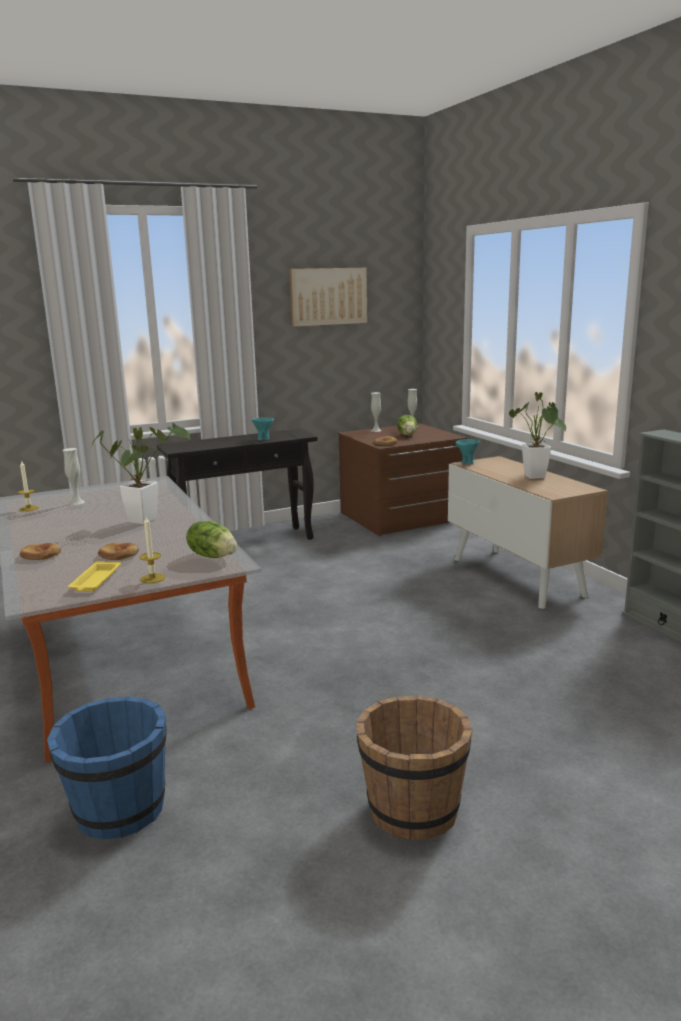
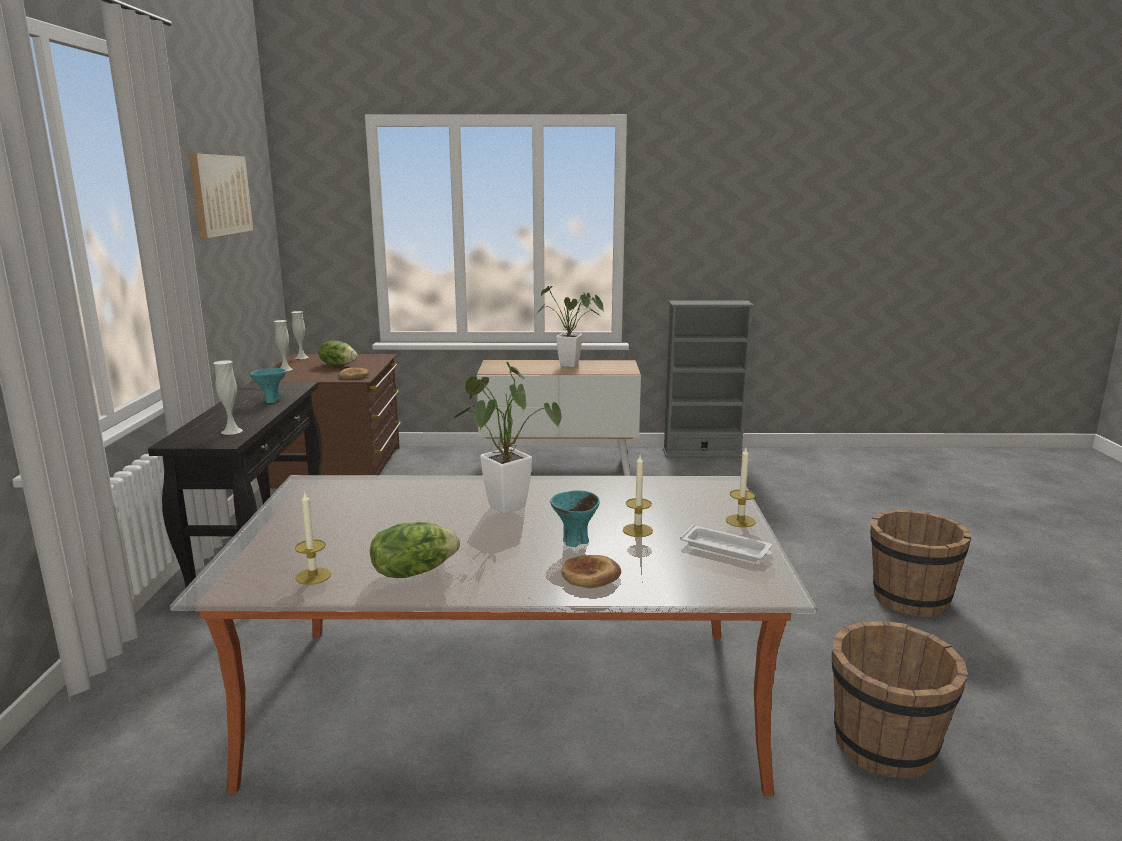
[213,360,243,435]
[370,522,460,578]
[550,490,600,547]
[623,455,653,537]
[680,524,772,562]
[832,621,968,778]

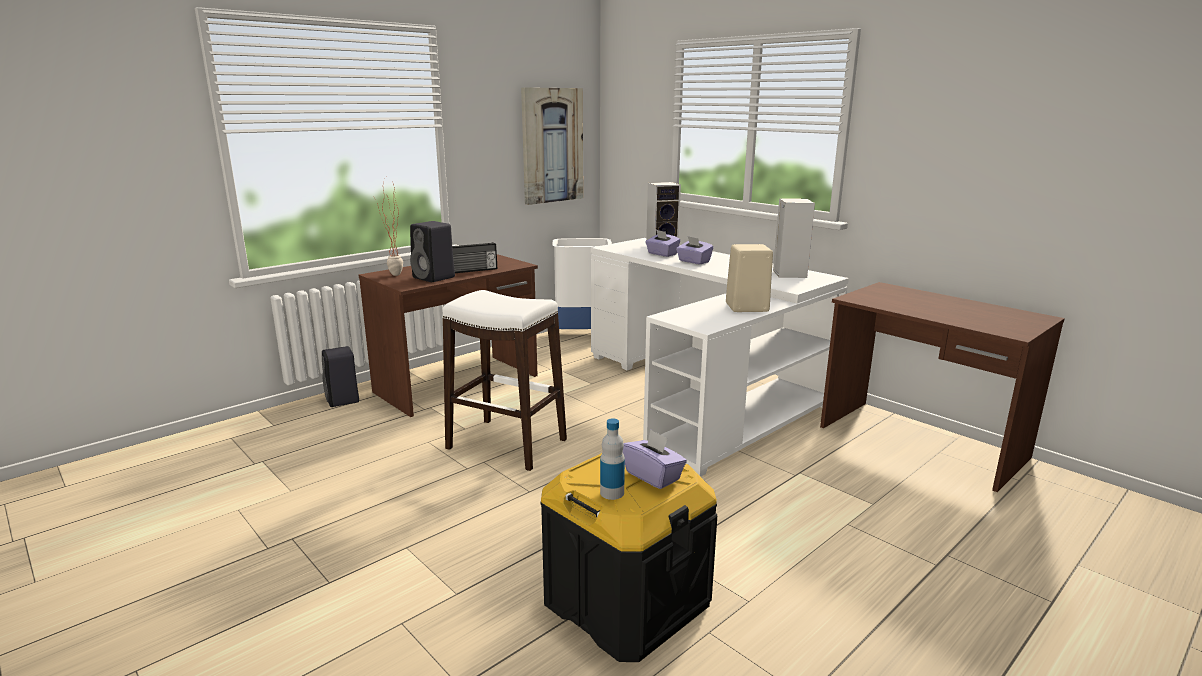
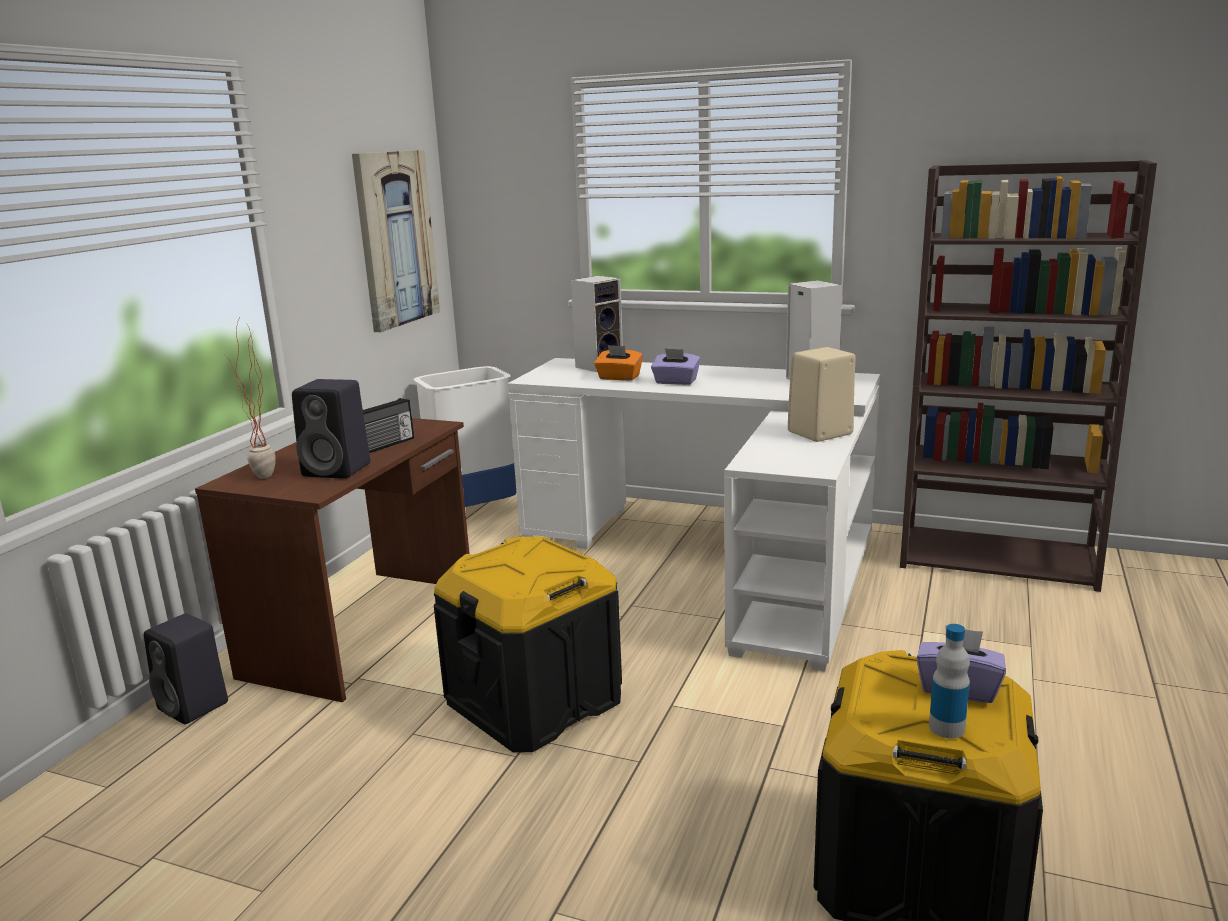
[434,536,622,752]
[594,345,643,381]
[900,160,1157,592]

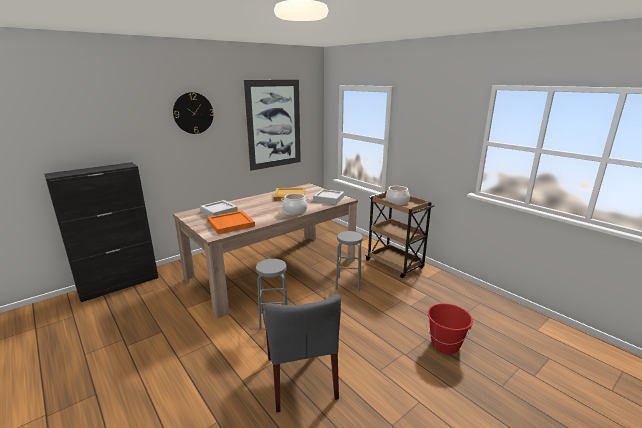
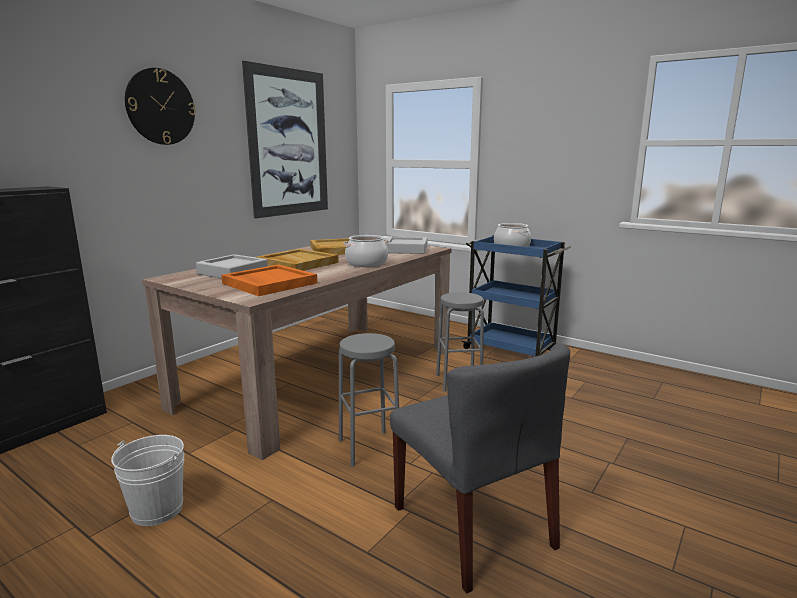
[111,435,184,526]
[256,249,339,271]
[461,235,571,357]
[426,303,473,354] (first image)

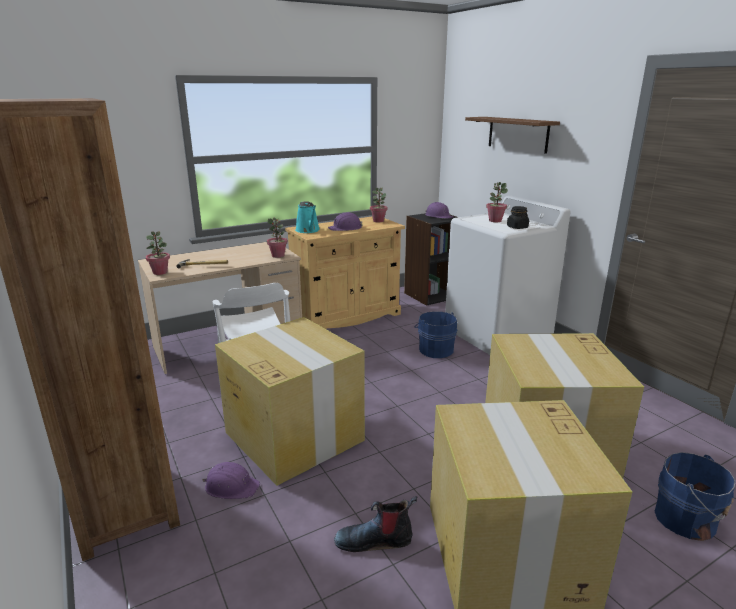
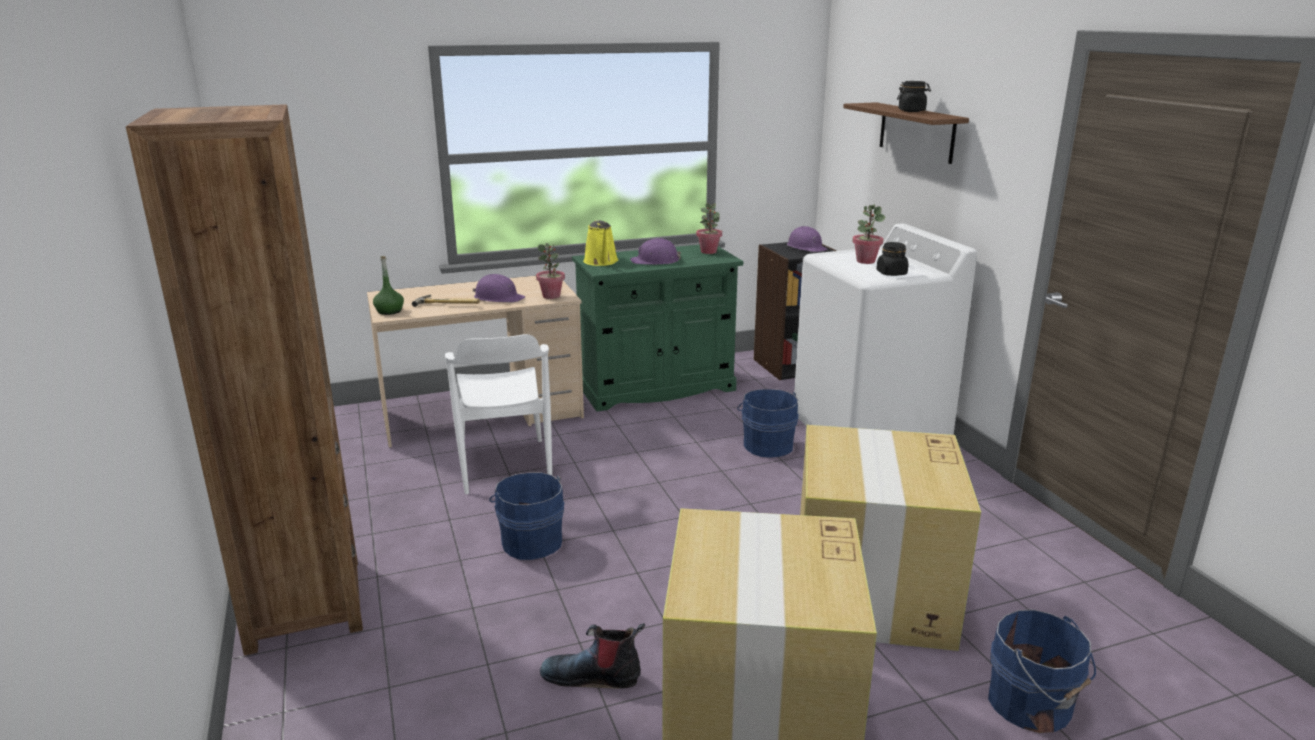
[373,256,404,315]
[473,274,525,303]
[489,472,564,560]
[572,245,743,412]
[583,220,618,266]
[897,81,931,112]

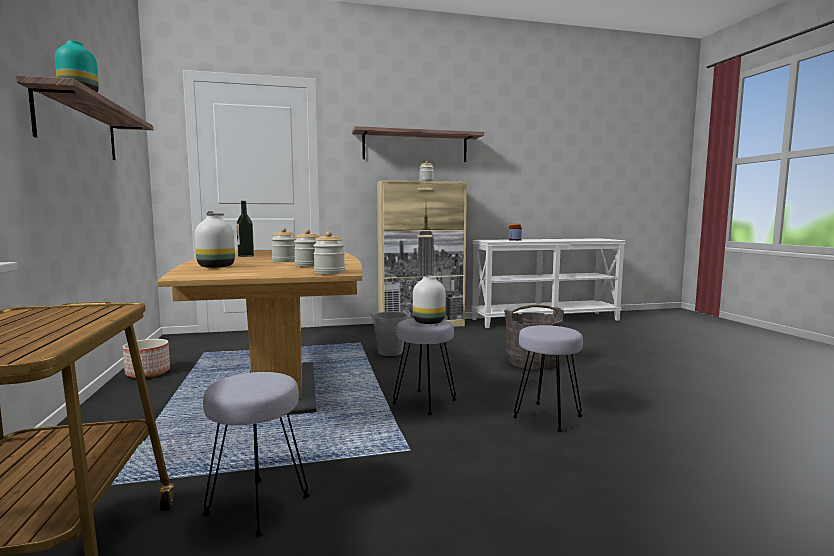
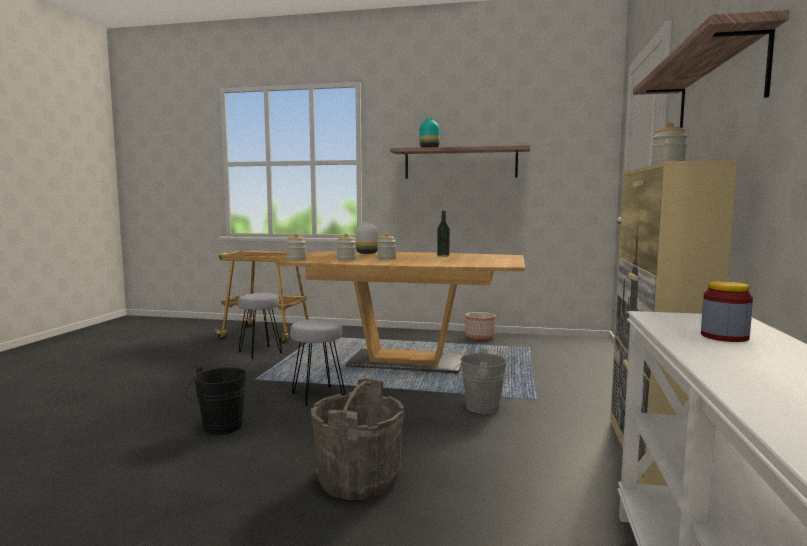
[185,367,247,435]
[413,276,446,324] (first image)

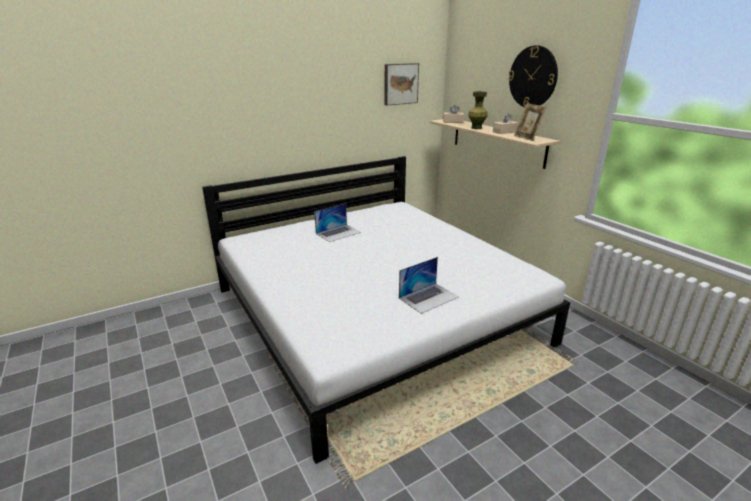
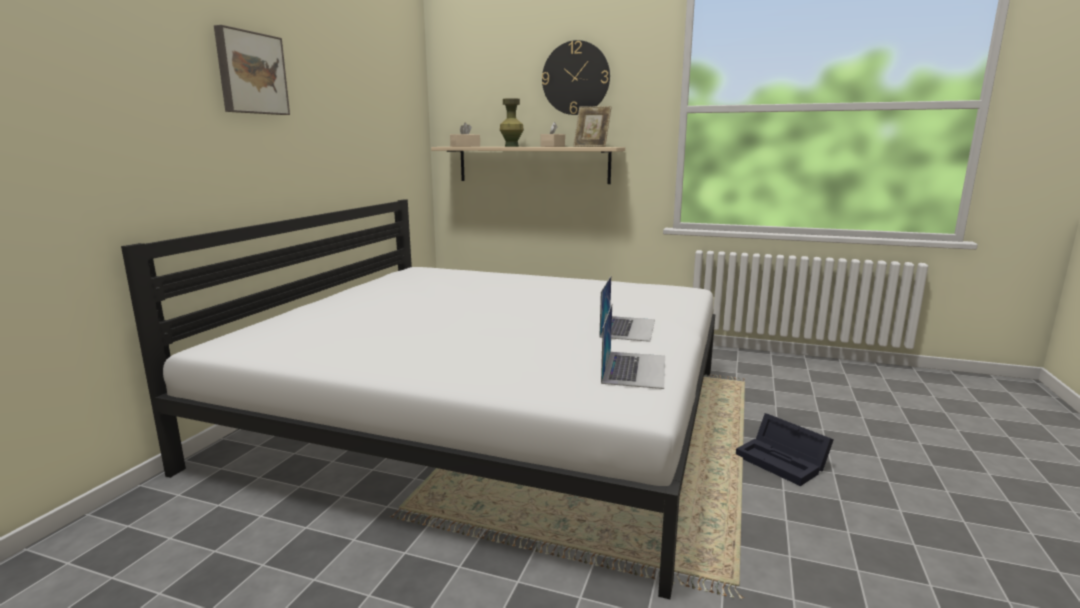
[214,25,290,115]
[601,304,665,389]
[736,413,834,486]

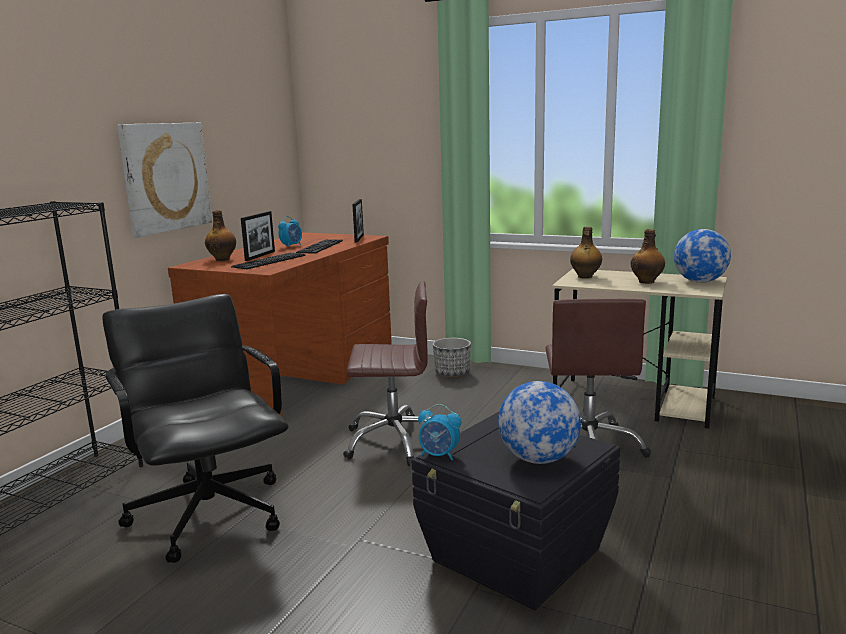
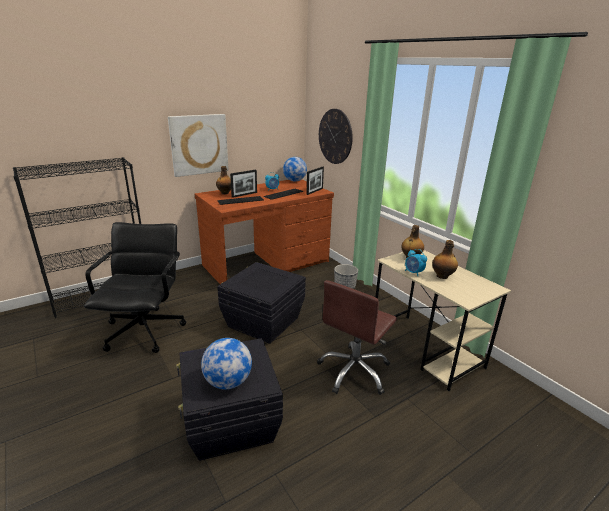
[217,262,306,344]
[283,157,307,181]
[319,109,353,164]
[405,249,427,276]

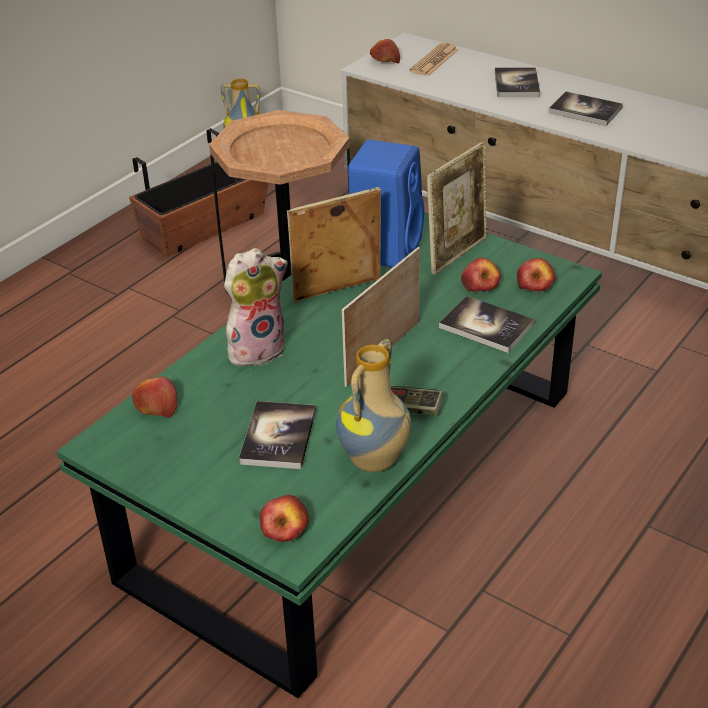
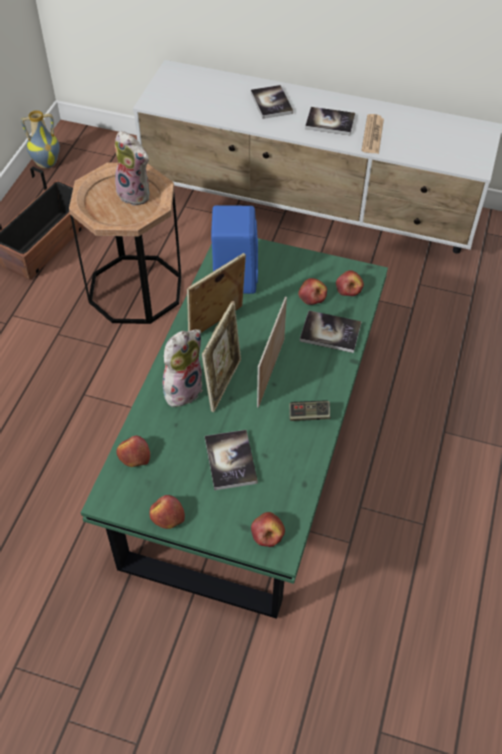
[115,131,150,206]
[149,495,185,529]
[202,301,241,412]
[361,114,384,154]
[336,339,411,472] (first image)

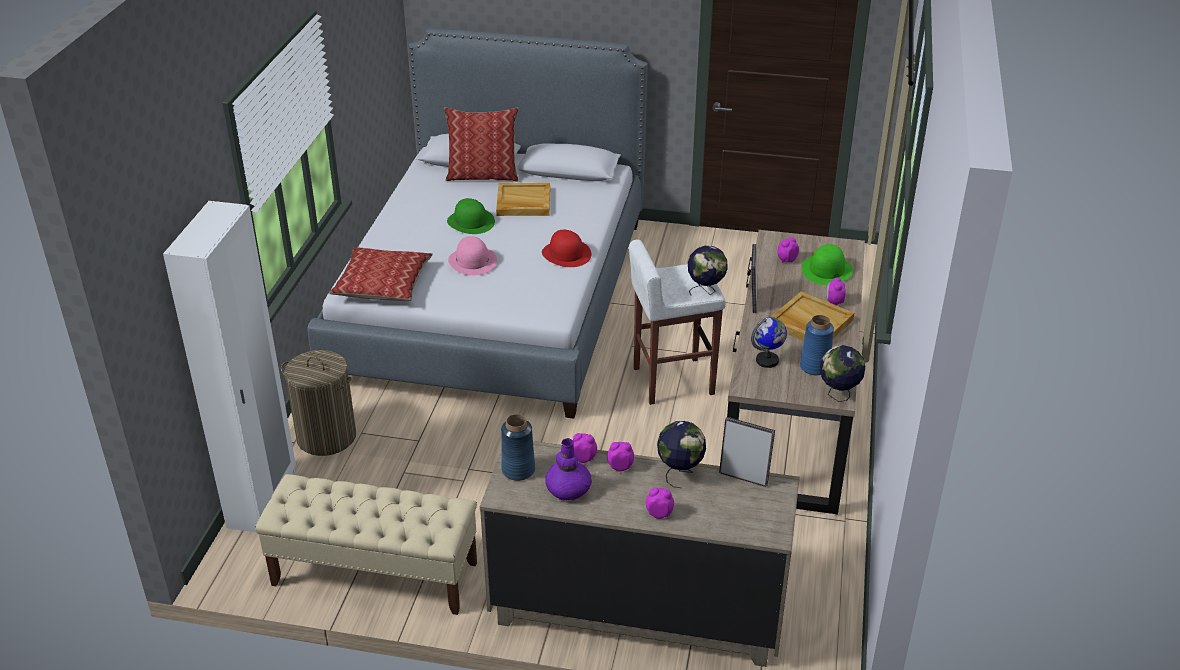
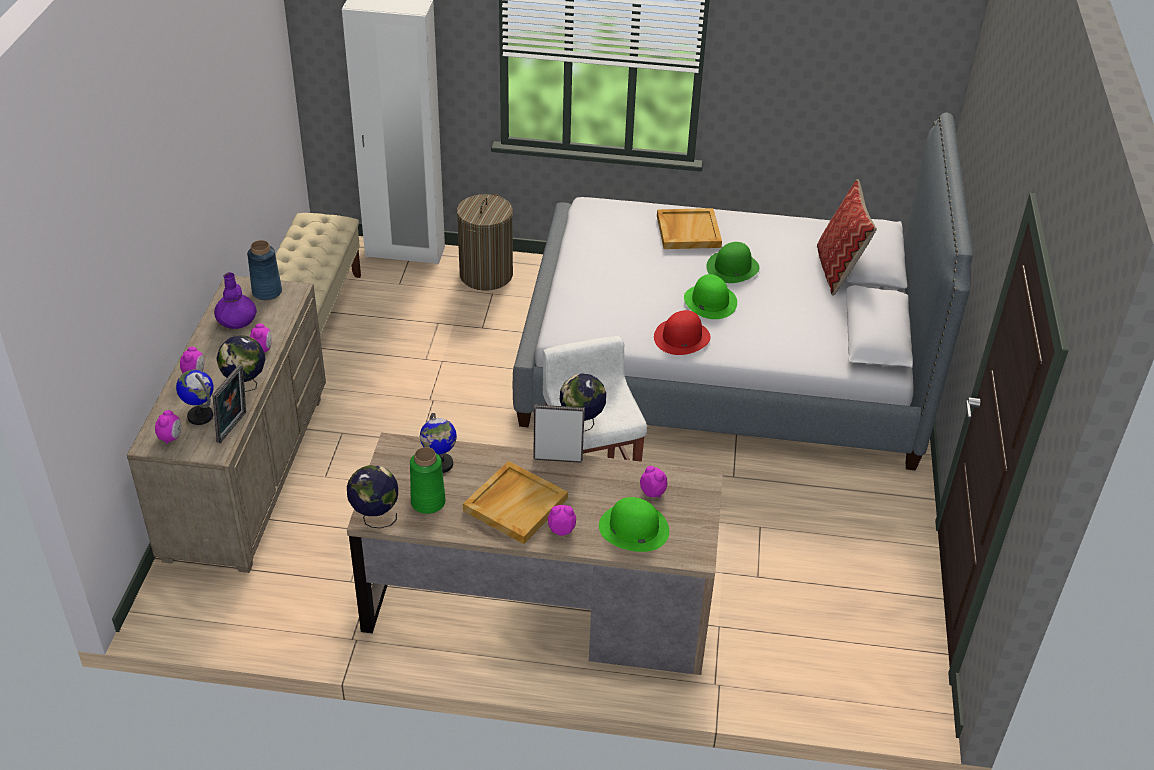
[155,410,181,444]
[176,369,213,425]
[410,447,446,514]
[657,208,722,249]
[684,274,737,319]
[329,247,433,301] (first image)
[448,236,497,276] (first image)

